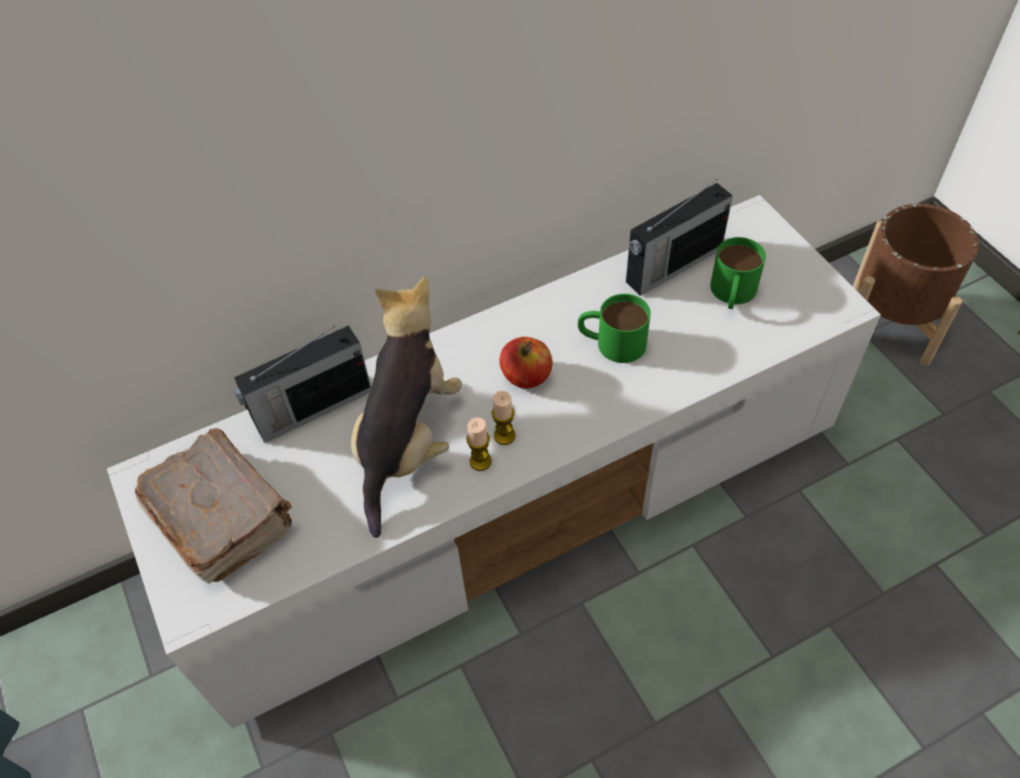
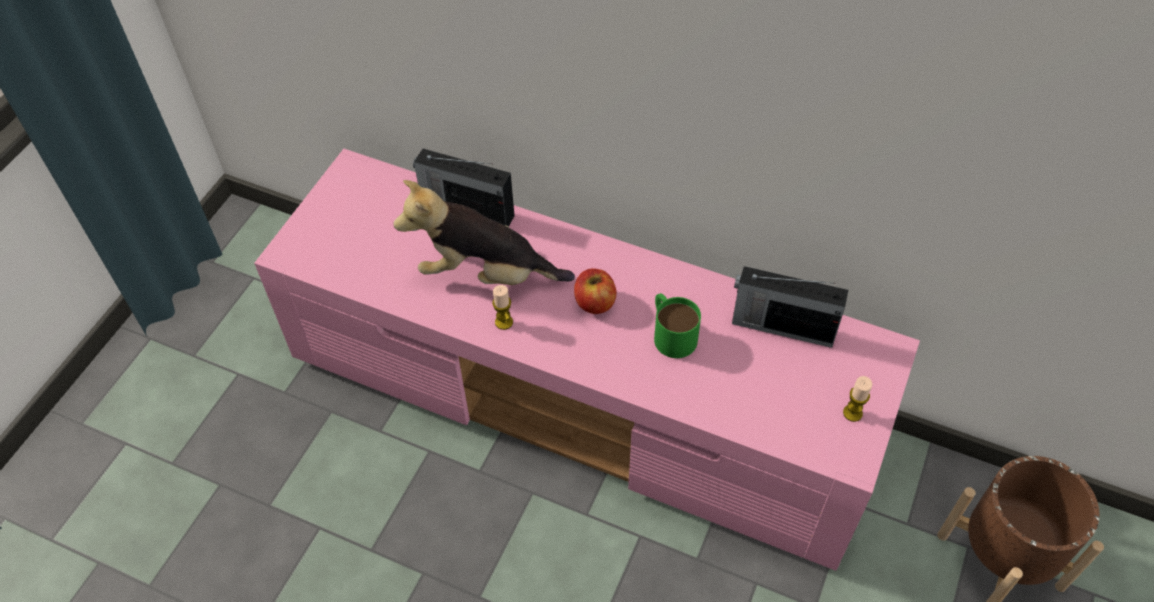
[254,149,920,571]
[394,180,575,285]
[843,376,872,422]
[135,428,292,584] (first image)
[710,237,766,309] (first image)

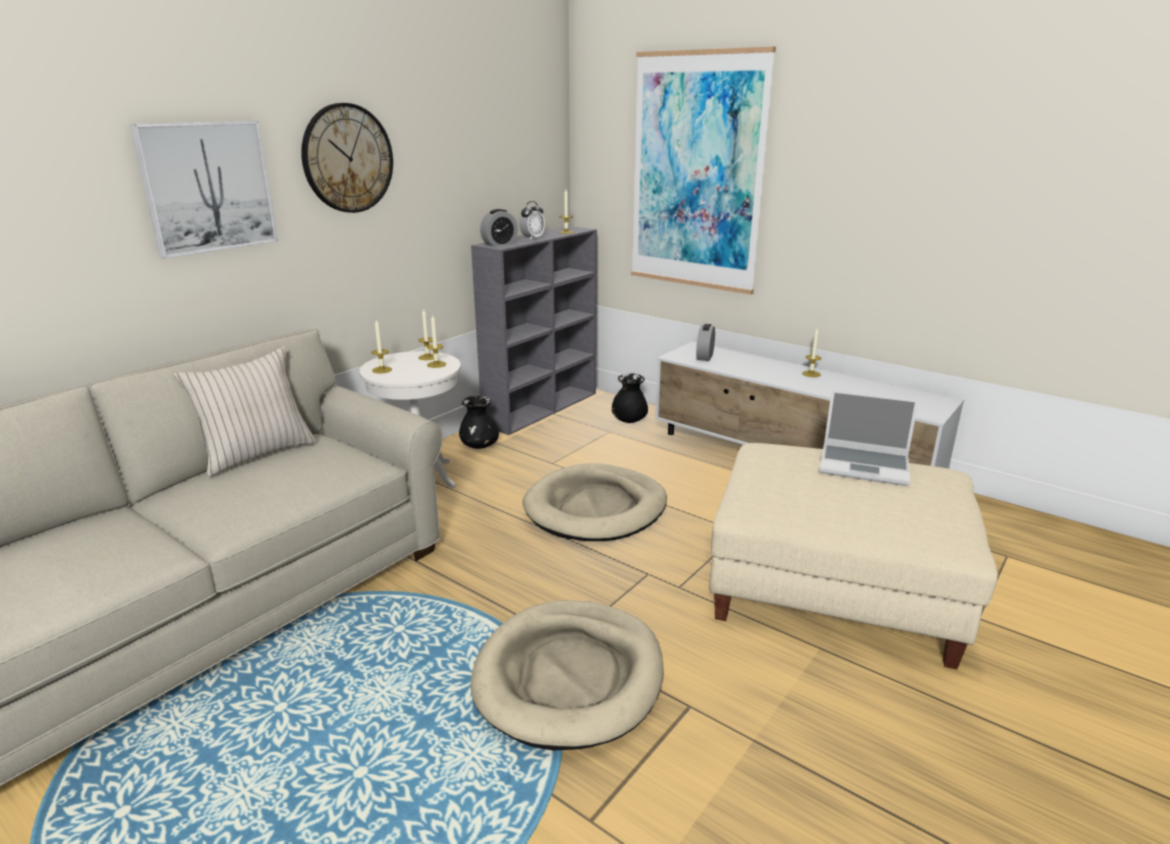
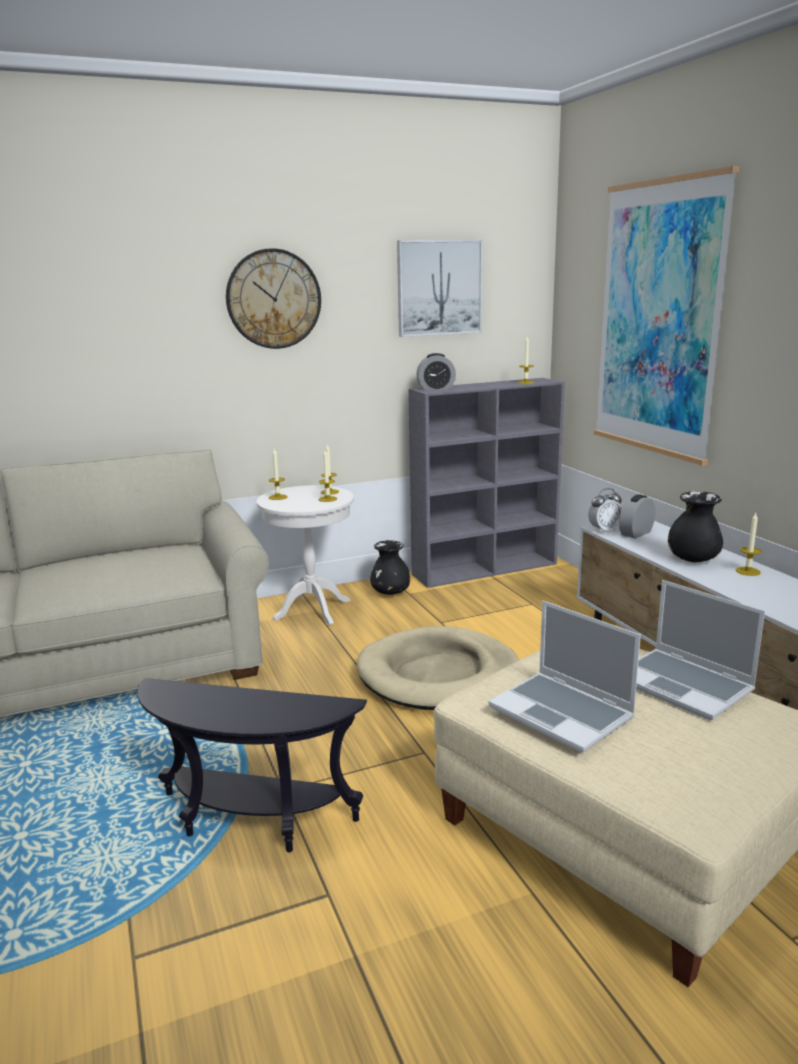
[137,678,367,853]
[397,240,483,337]
[489,601,641,753]
[588,488,622,533]
[668,491,723,562]
[174,347,316,477] (first image)

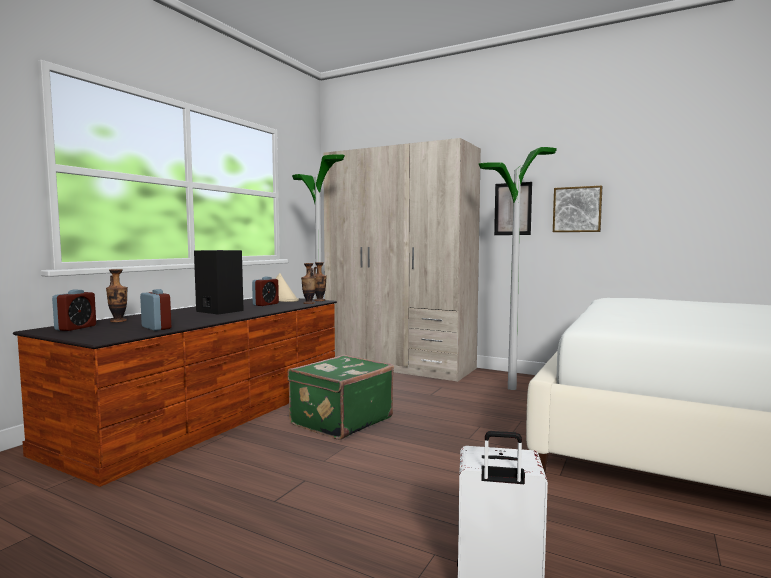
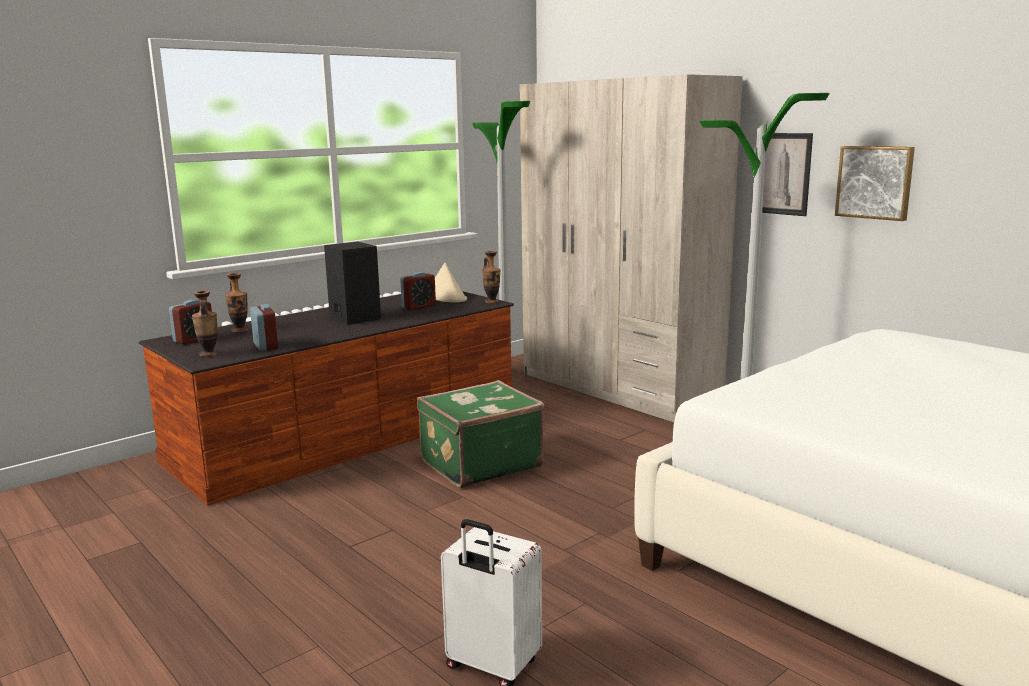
[192,291,219,357]

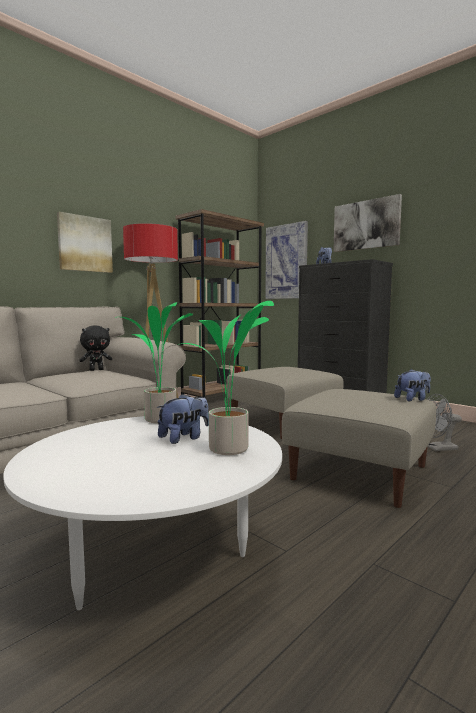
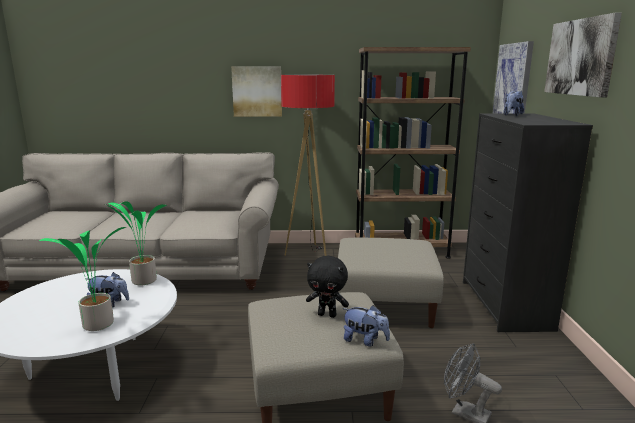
[306,256,349,318]

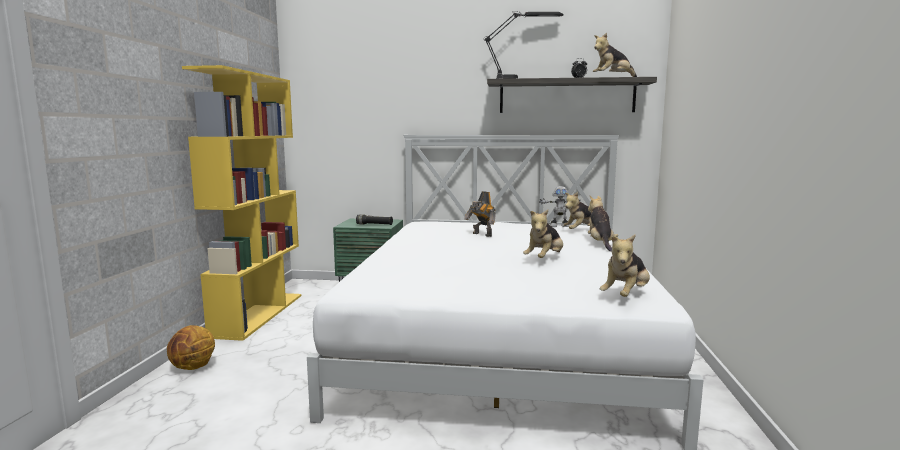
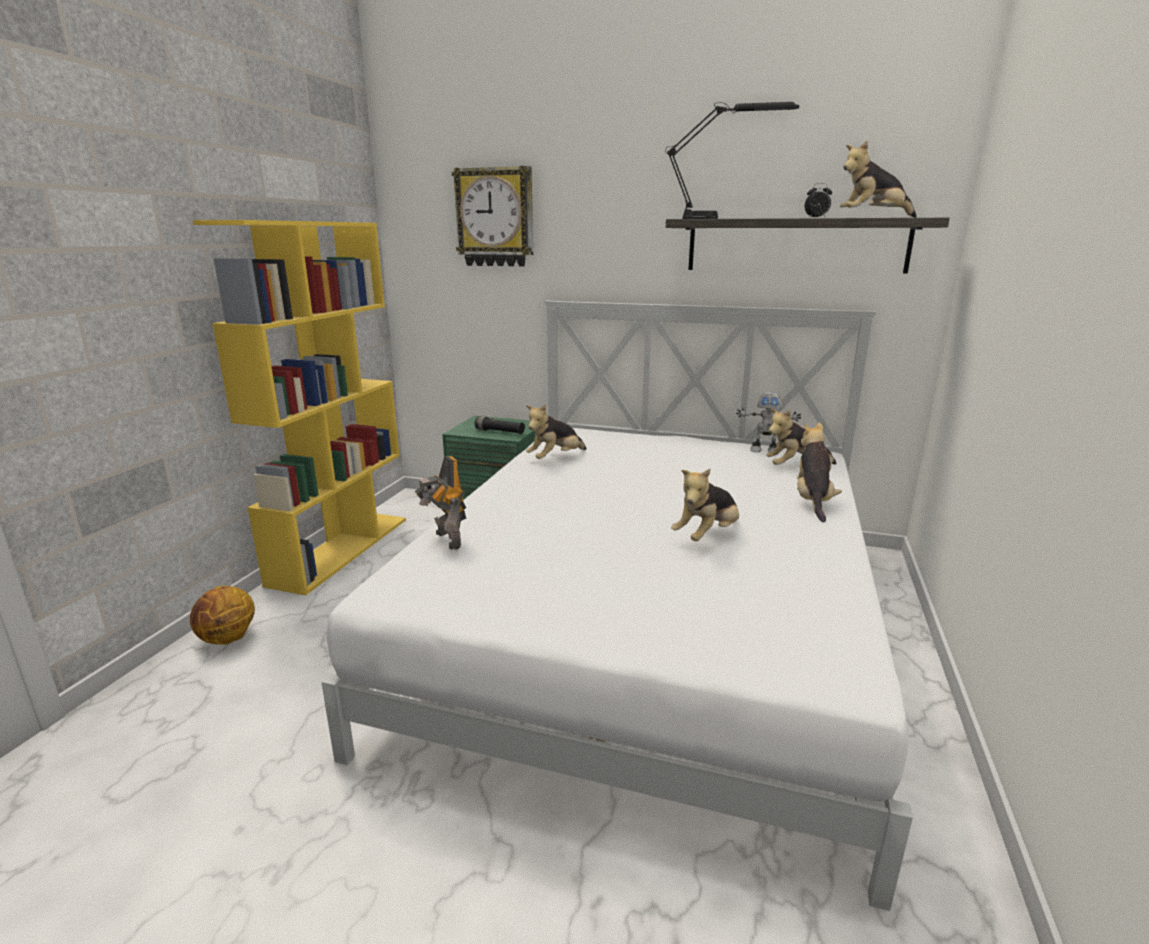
[415,456,467,549]
[452,166,533,267]
[526,405,587,459]

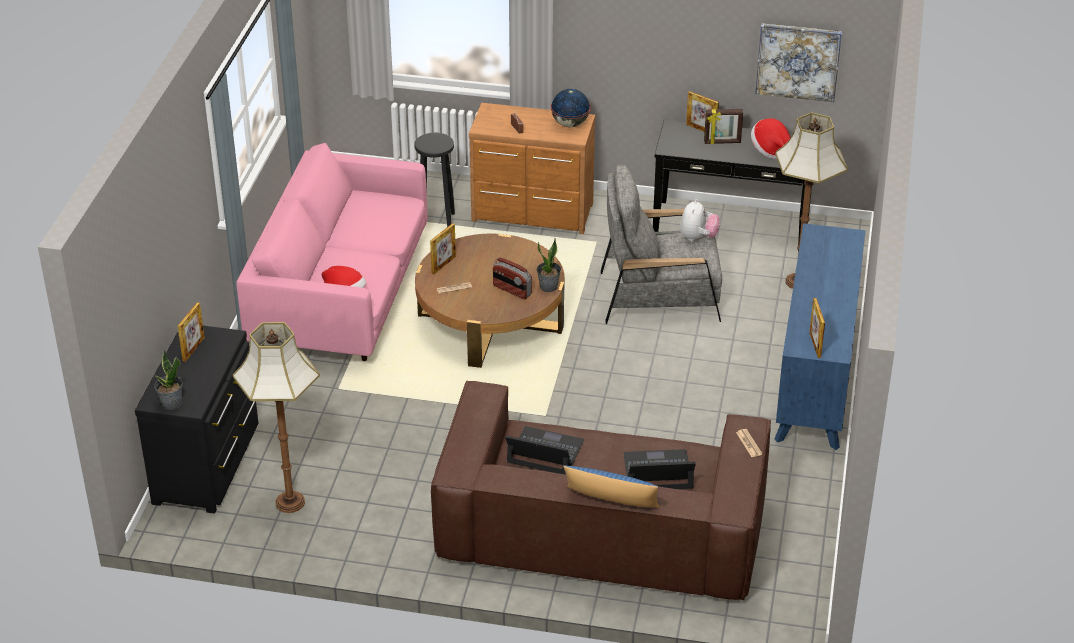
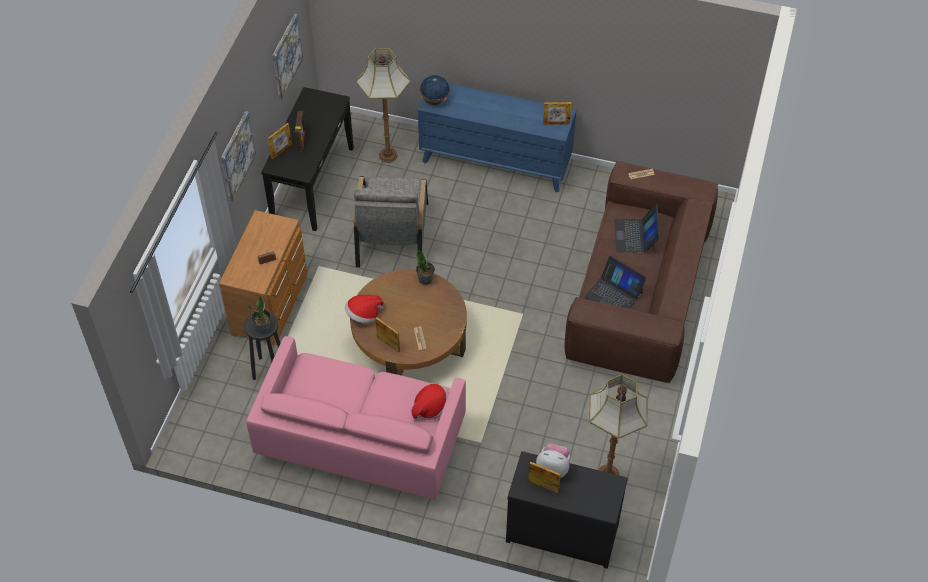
[221,111,256,201]
[248,295,271,333]
[345,295,384,323]
[420,75,450,105]
[536,443,570,478]
[584,256,646,309]
[493,257,532,299] (first image)
[563,465,661,508] (first image)

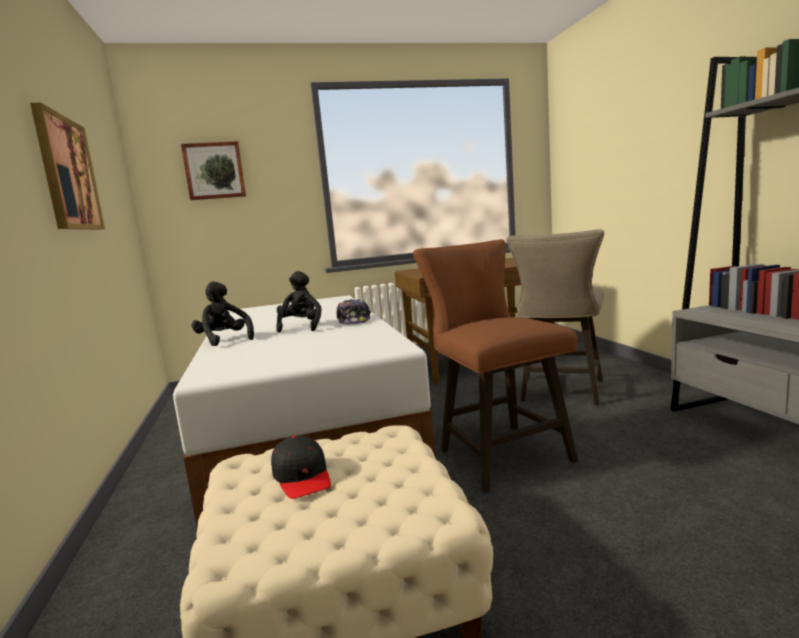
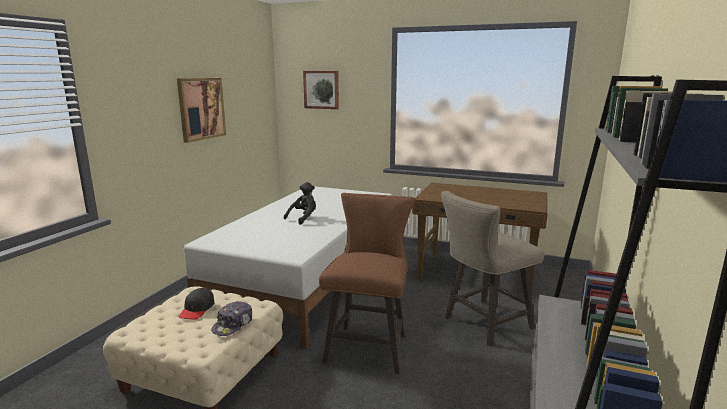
[211,301,252,336]
[192,281,254,346] (first image)

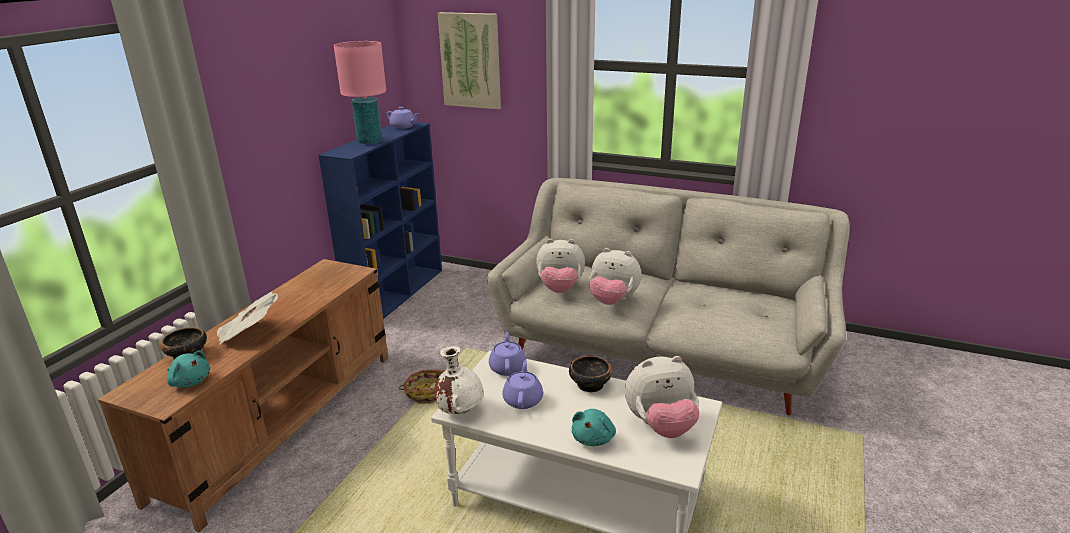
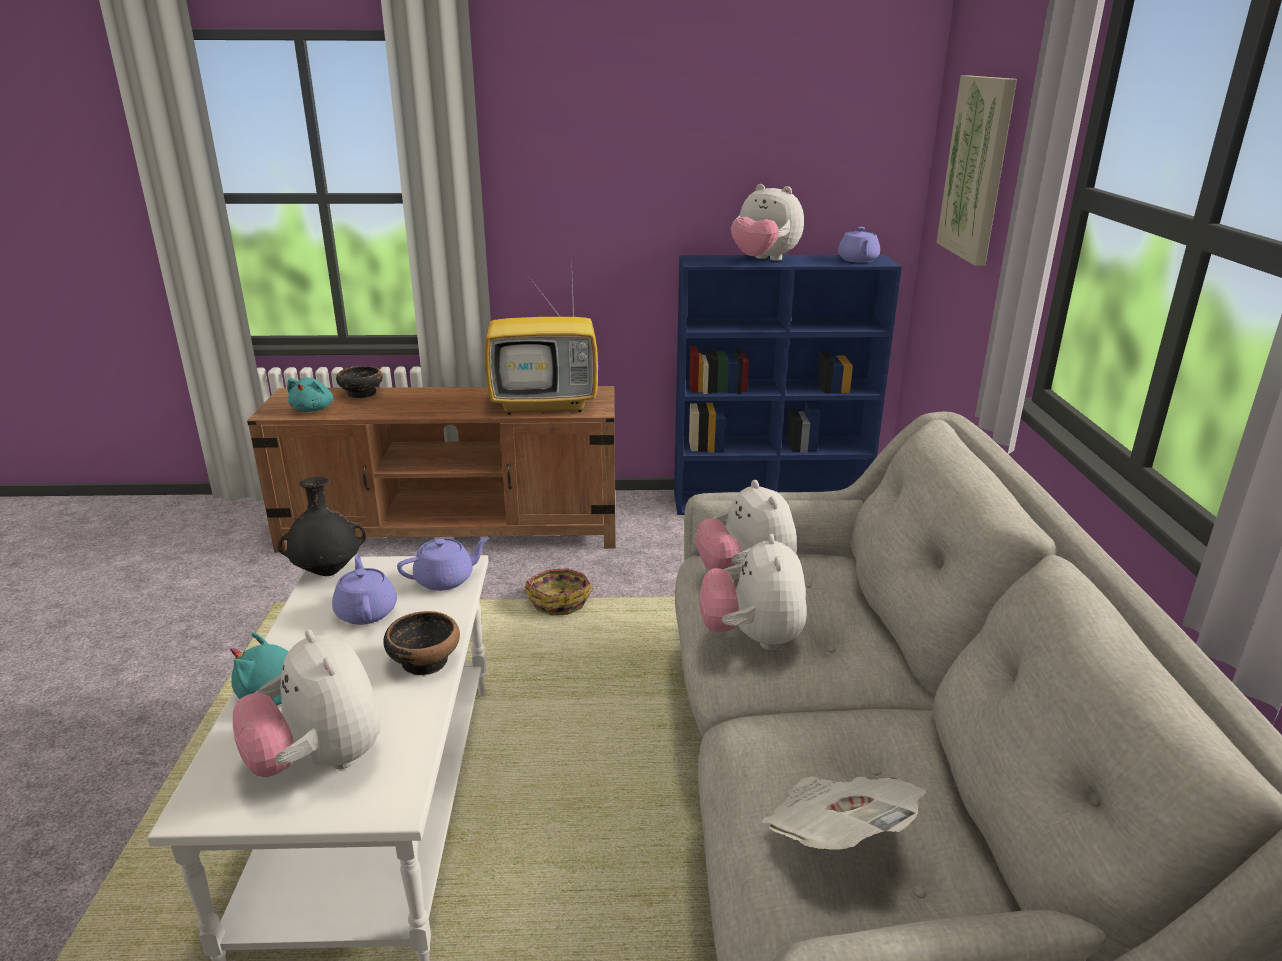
[278,477,366,576]
[332,554,397,625]
[485,256,598,415]
[731,184,804,261]
[761,776,926,850]

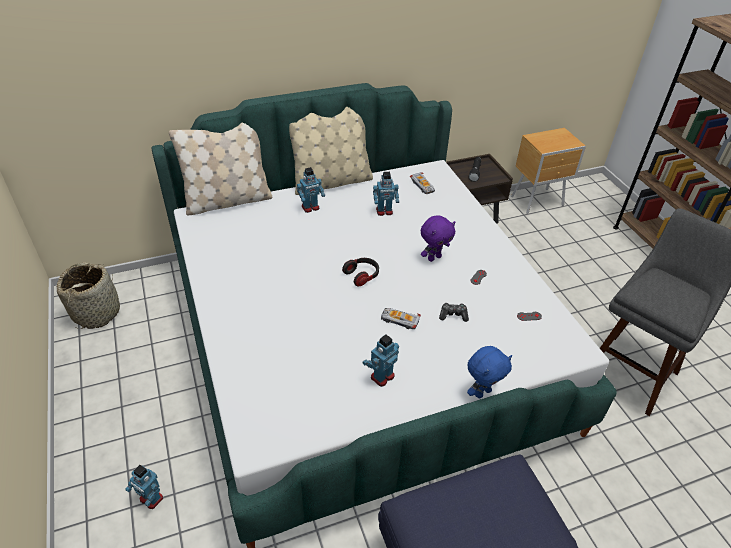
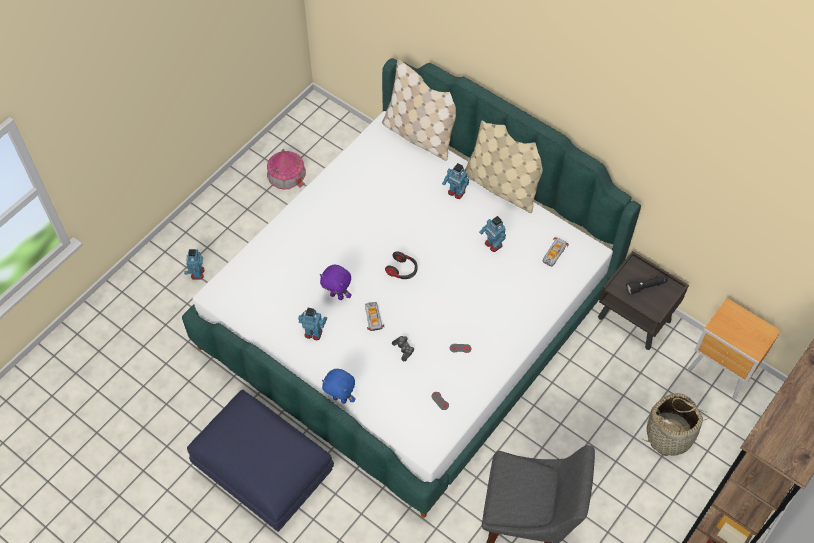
[267,149,306,190]
[320,265,352,300]
[642,393,709,456]

